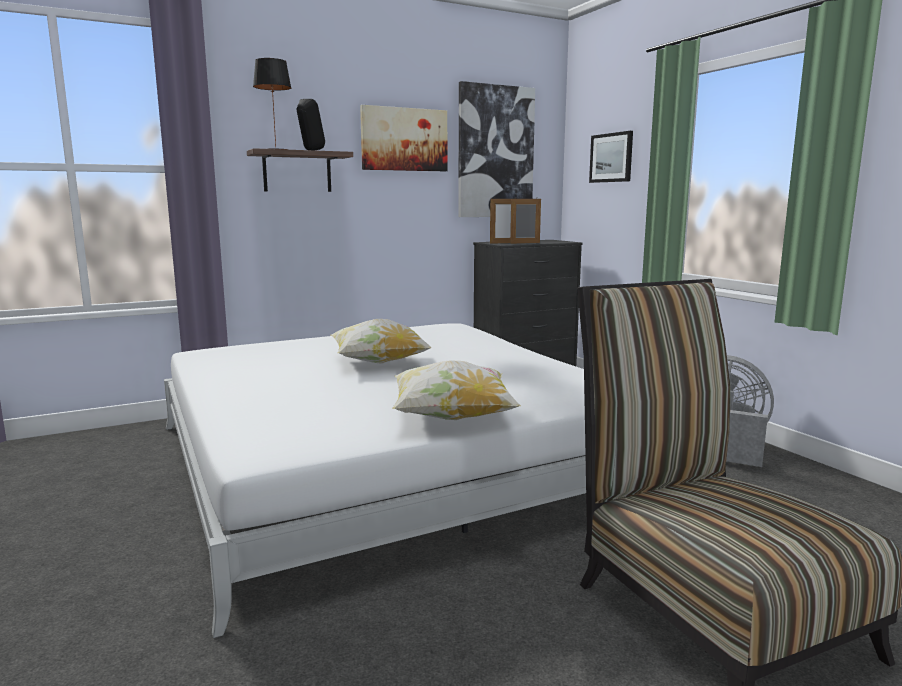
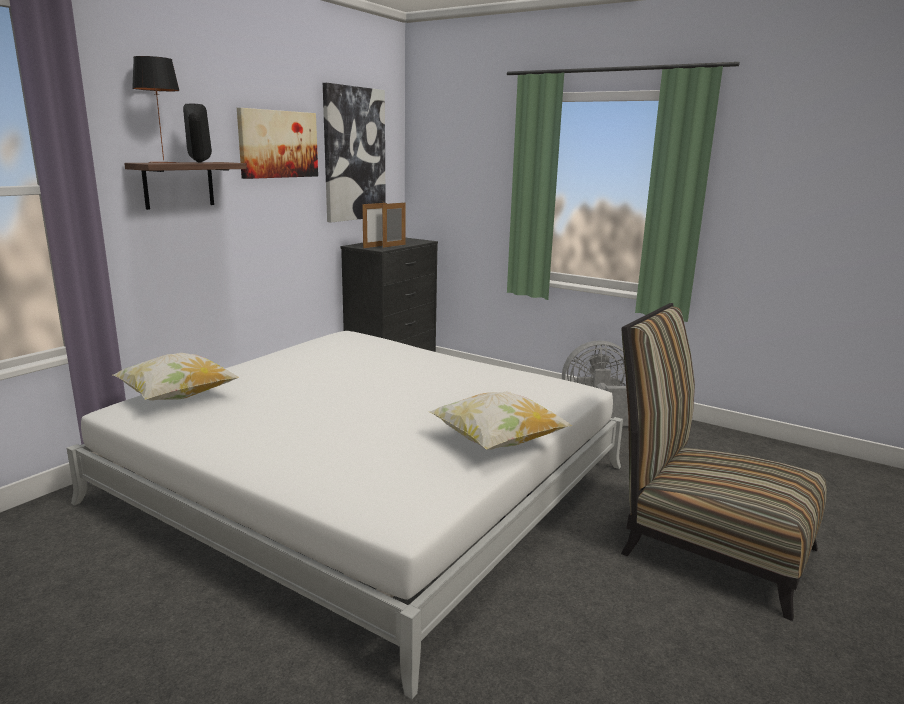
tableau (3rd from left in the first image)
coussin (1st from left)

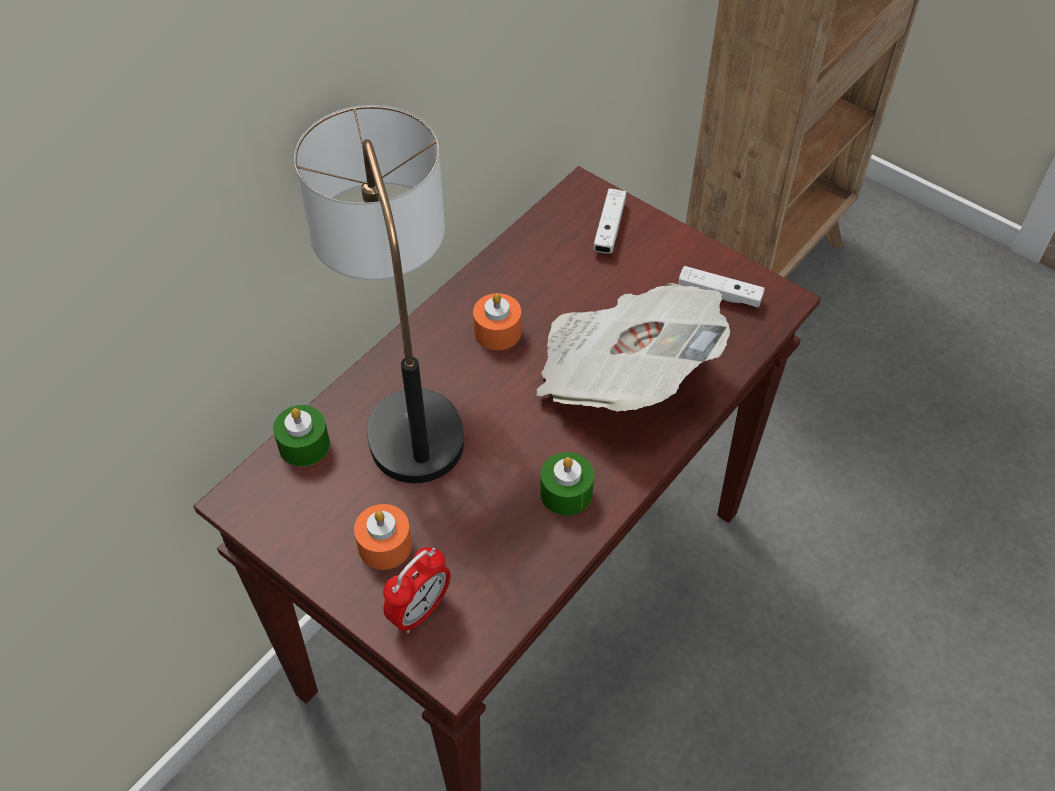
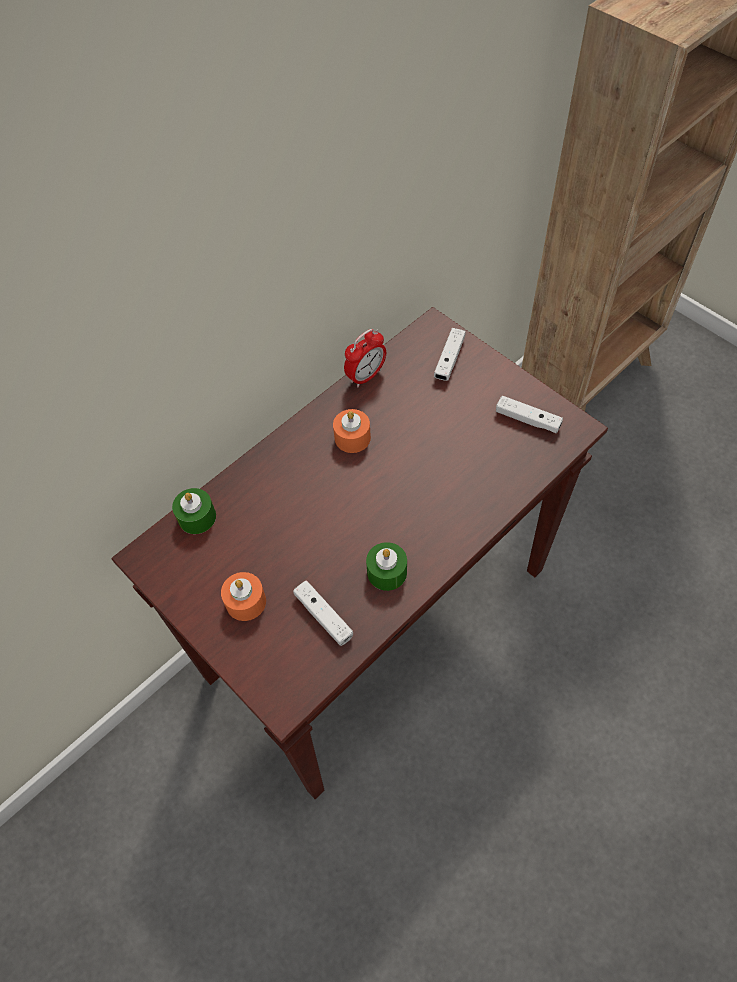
lampe de table
journal
réveil
manette (blanc) (1st from left)

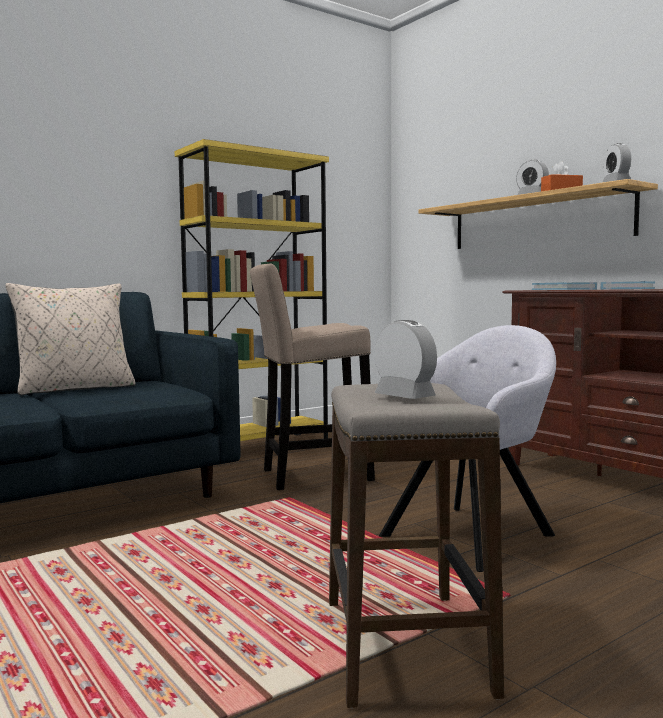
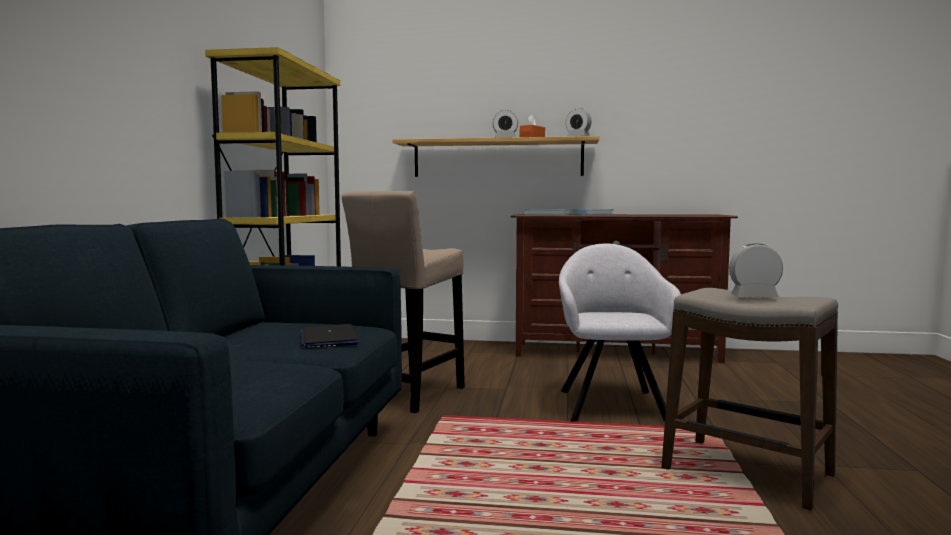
coussin (beige)
ordinateur portable

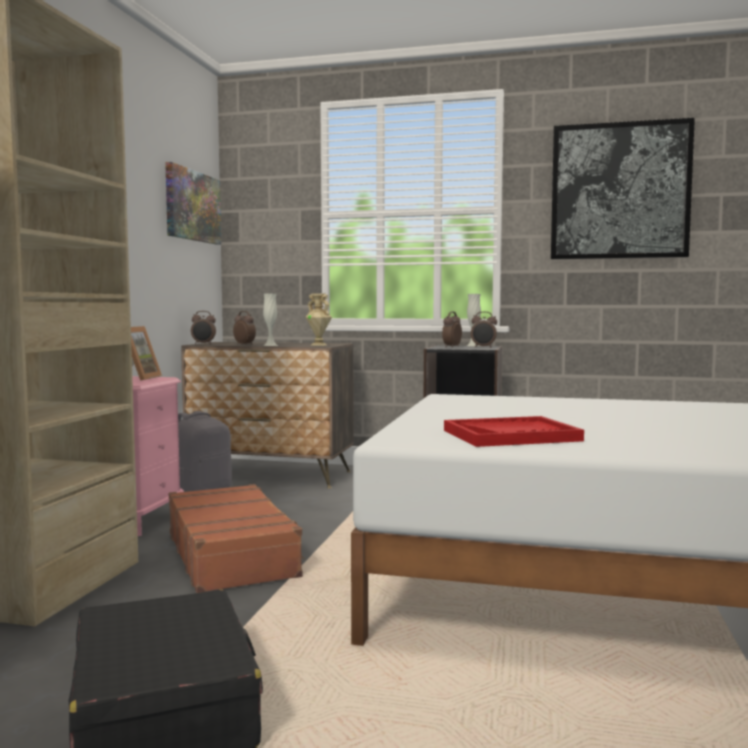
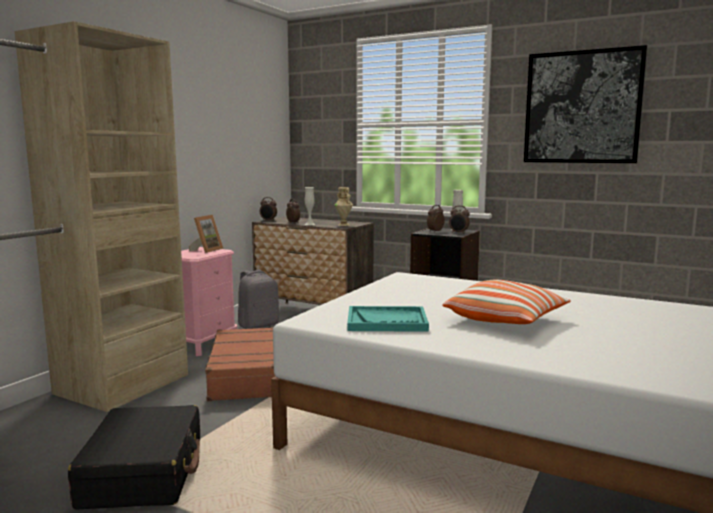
tableau (1st from left in the first image)
plateau (turquoise)
coussin

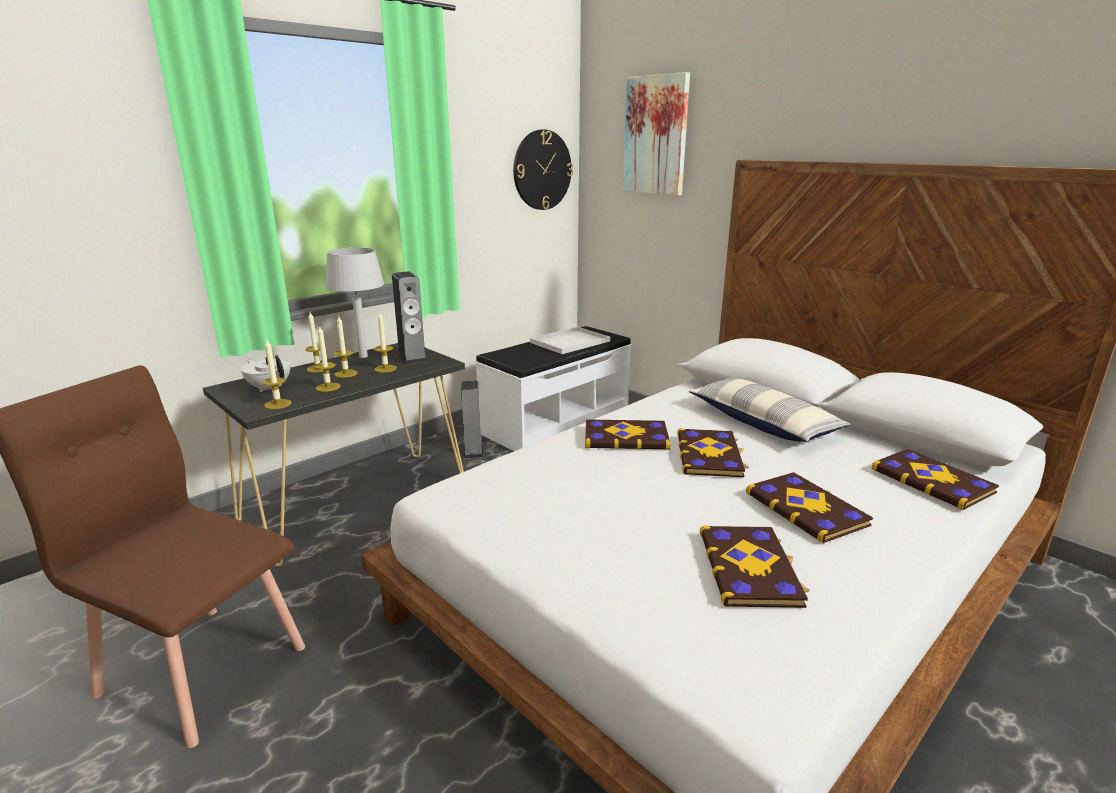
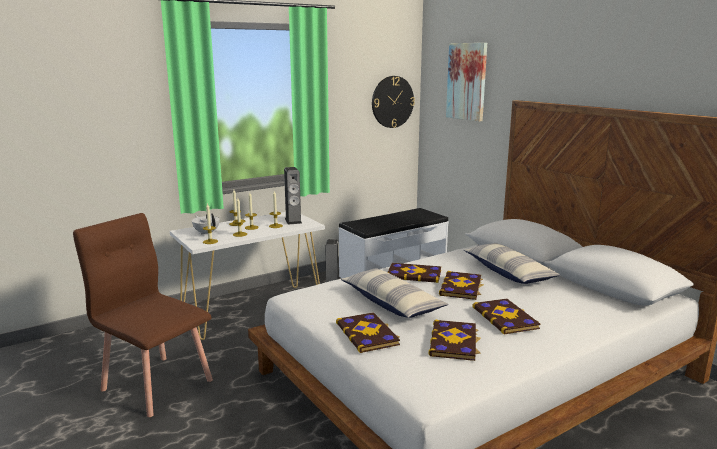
lampe de table (gris)
plateau (blanc)
table console (blanc)
livre (1st from left)
coussin (1st from left)

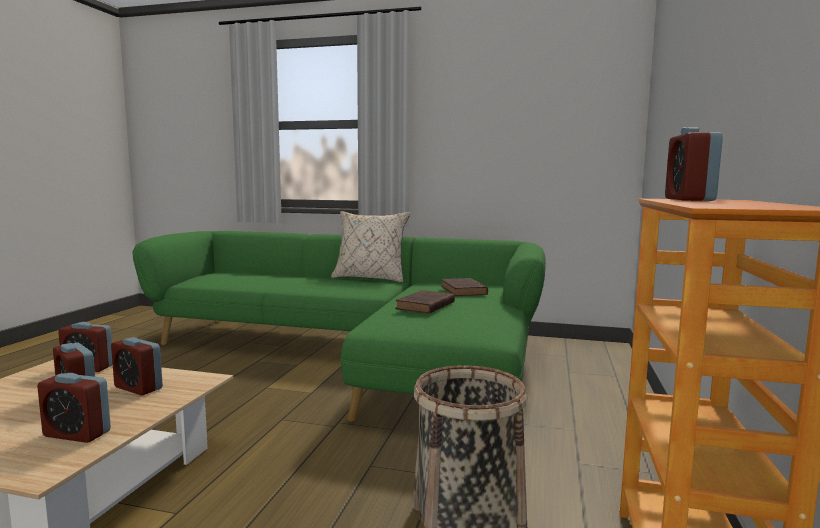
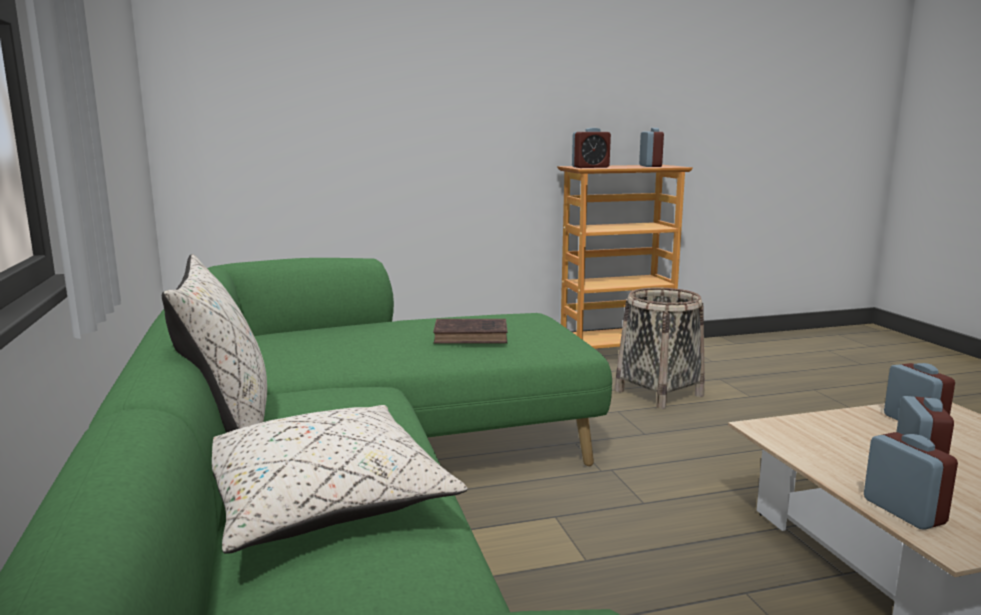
livre (marron) (2nd from left in the first image)
réveil (2nd from left)
coussin (beige) (2nd from left)

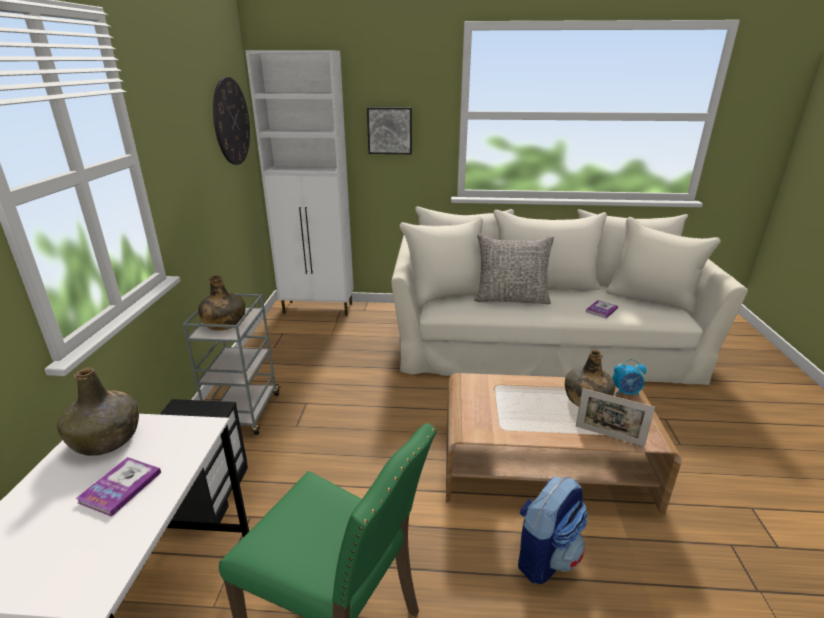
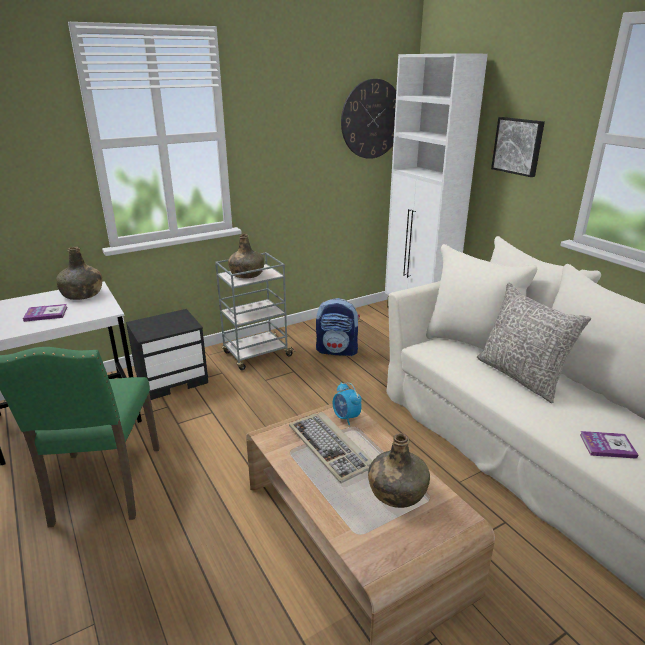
réveil
cadre photo
sac à dos
clavier

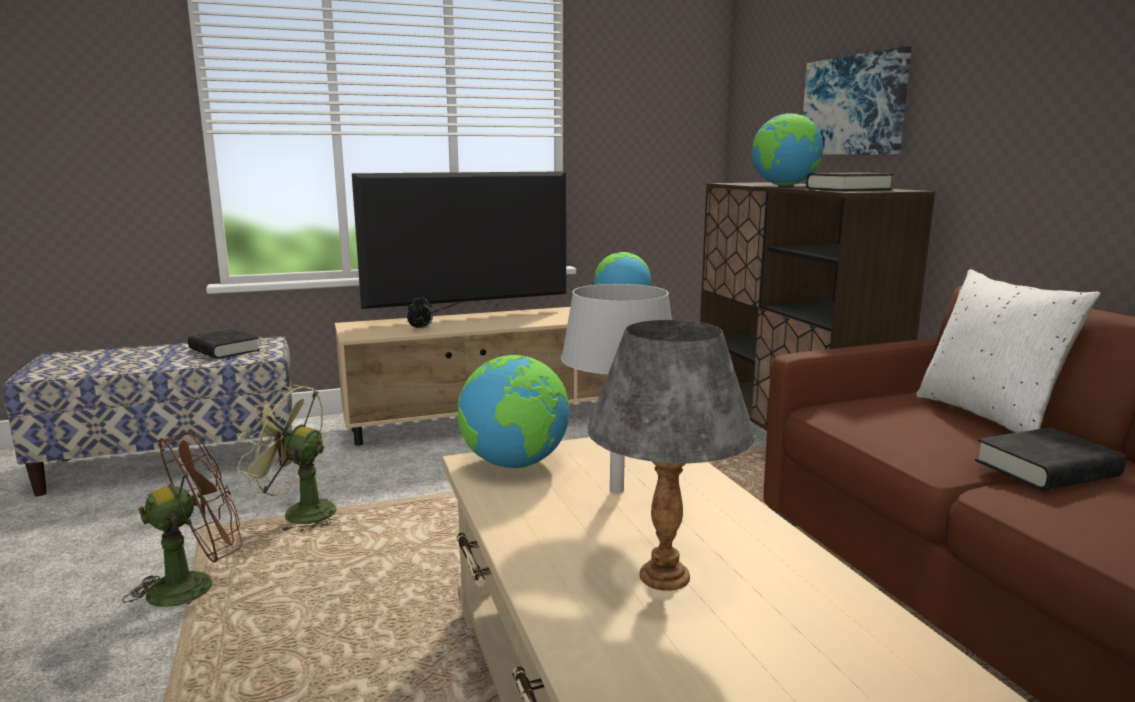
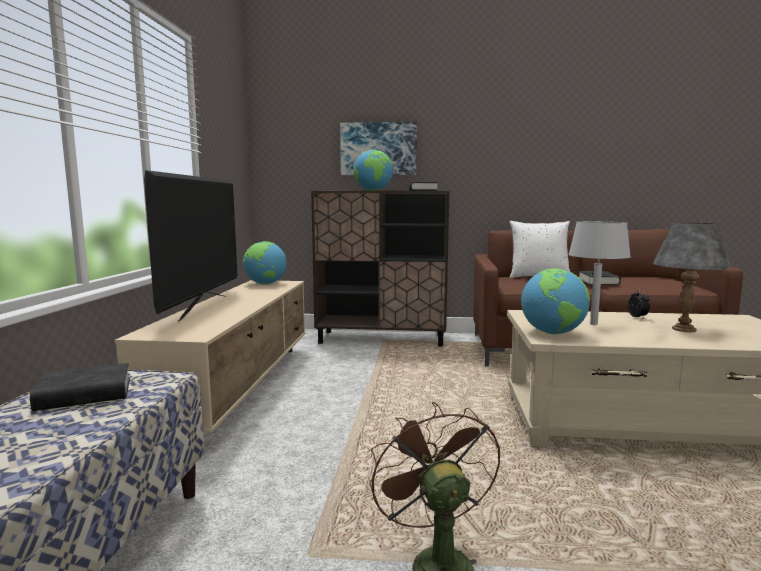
réveil
ventilateur (vert)

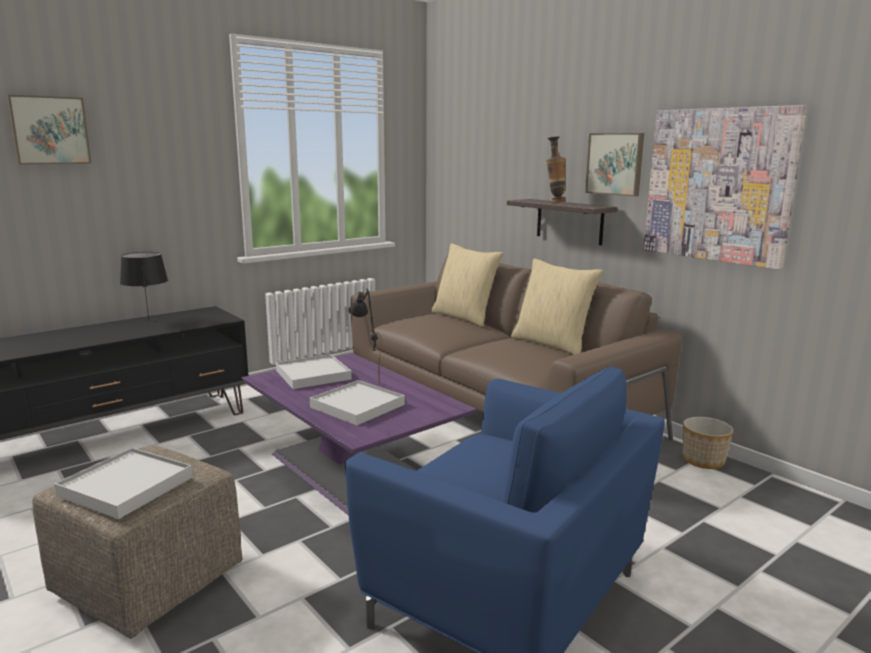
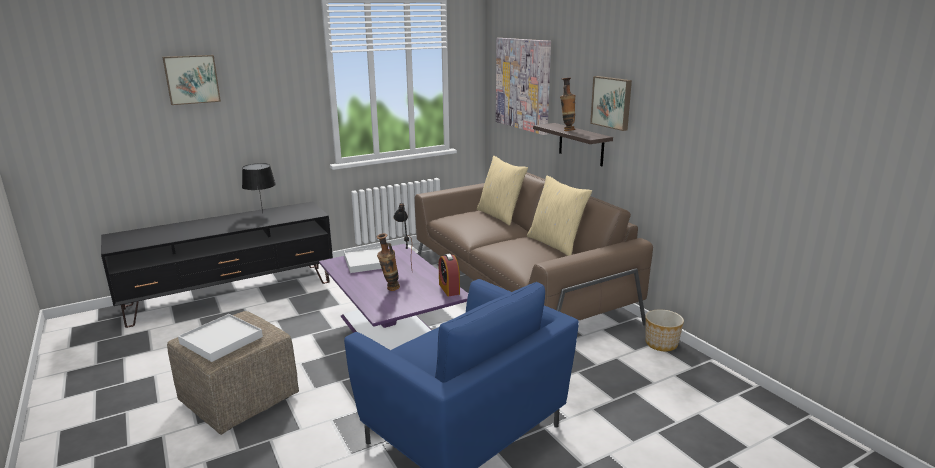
tableau (2nd from left)
vase (1st from left)
réveil

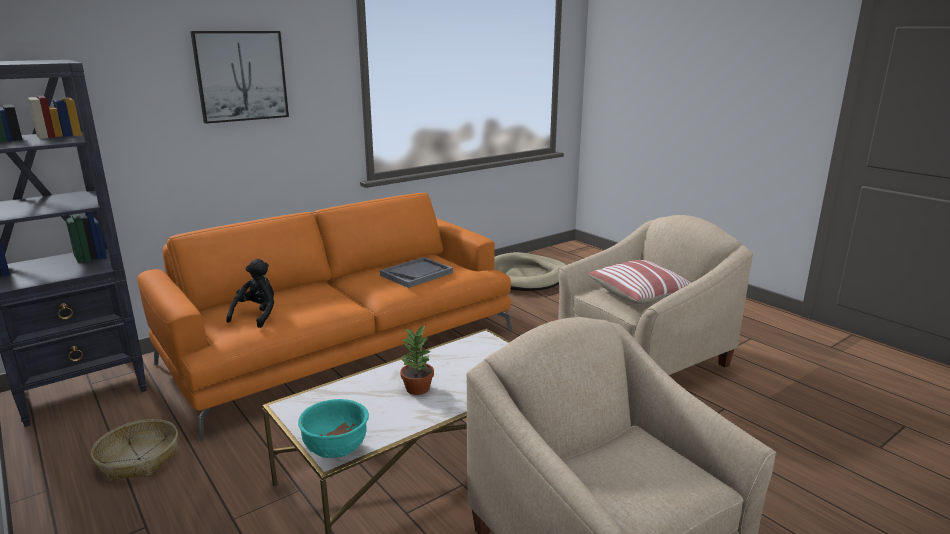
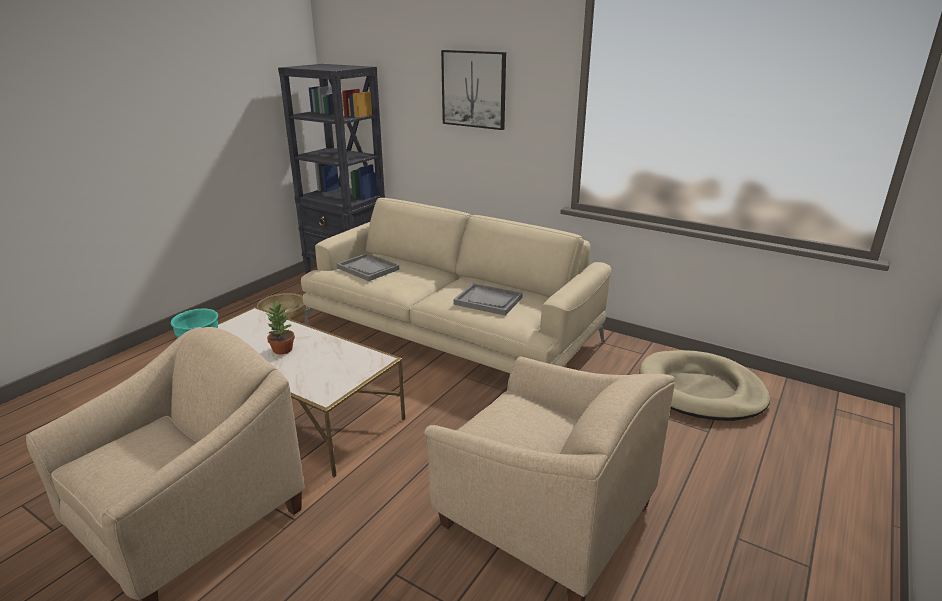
canapé (beige)
plateau (gris) (1st from left)
coussin

